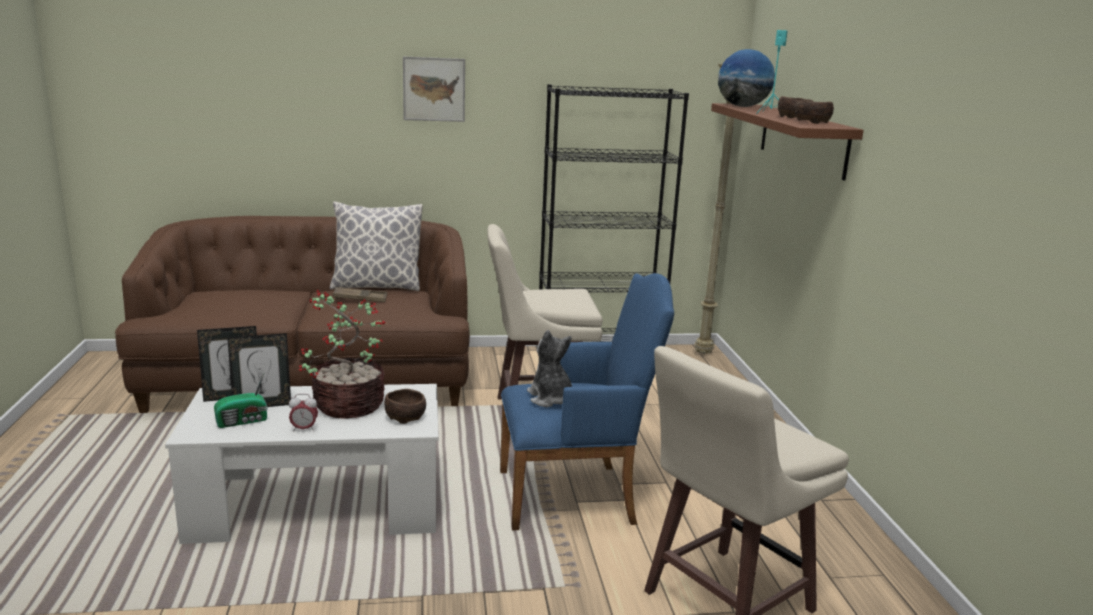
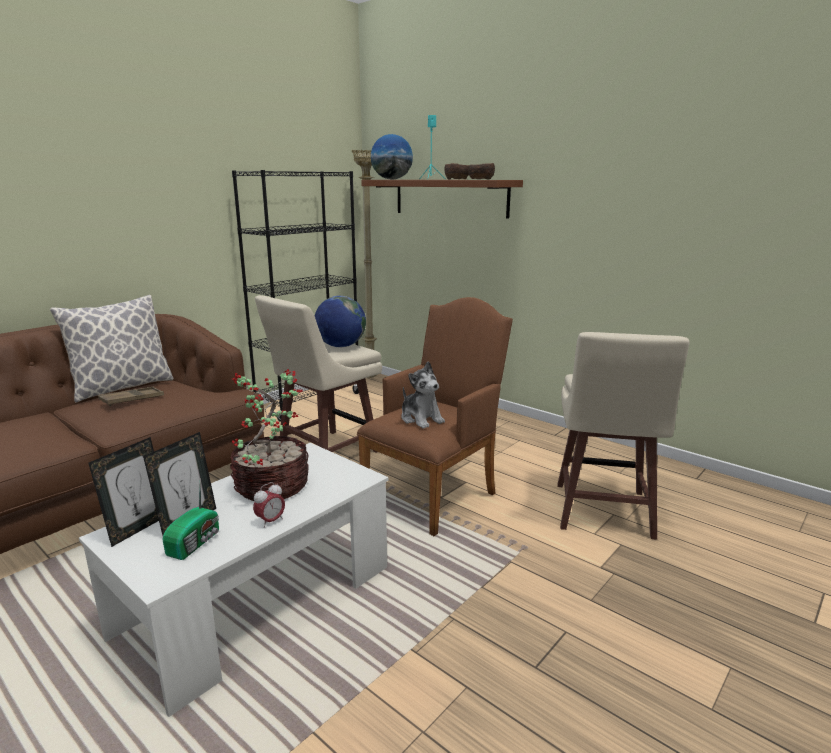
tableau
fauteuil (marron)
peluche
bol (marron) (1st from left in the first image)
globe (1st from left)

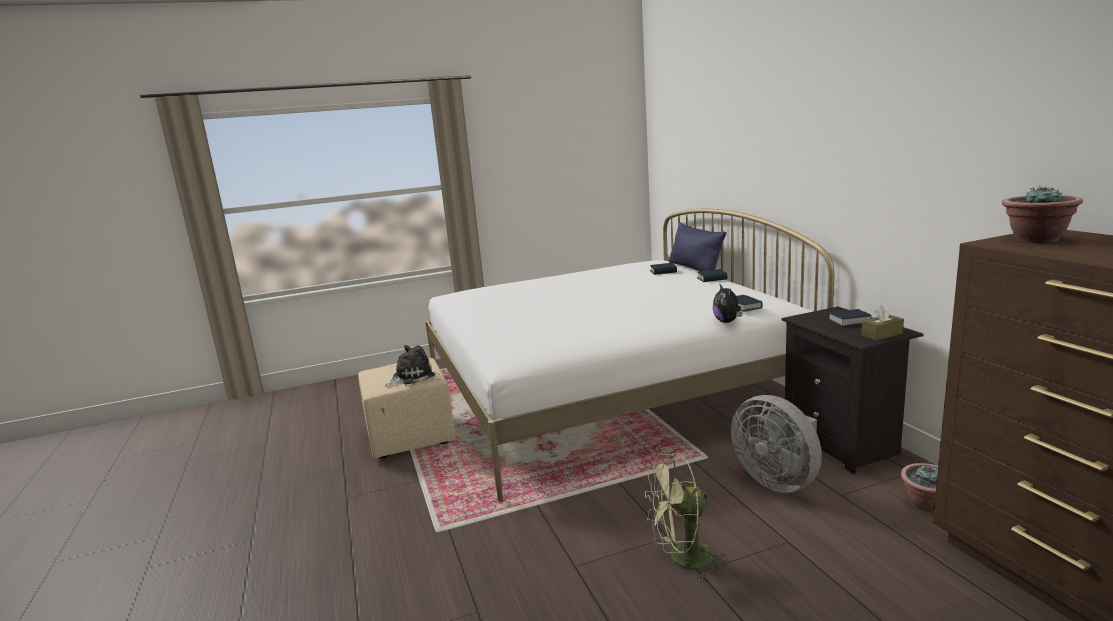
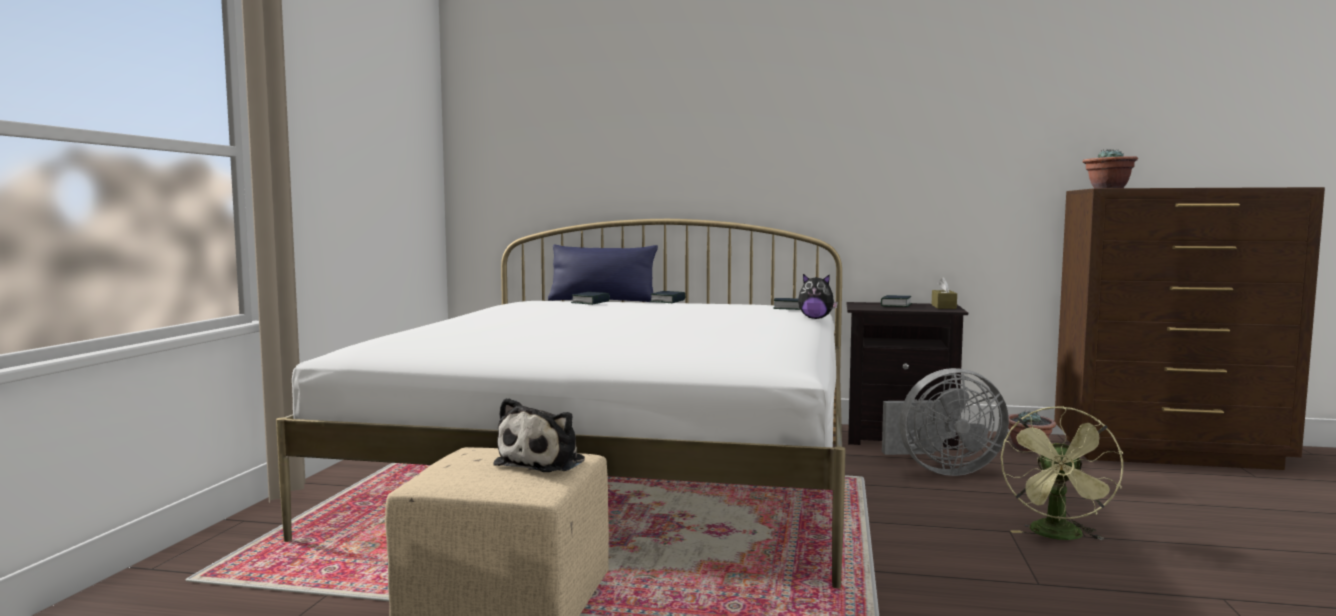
peluche (1st from left)

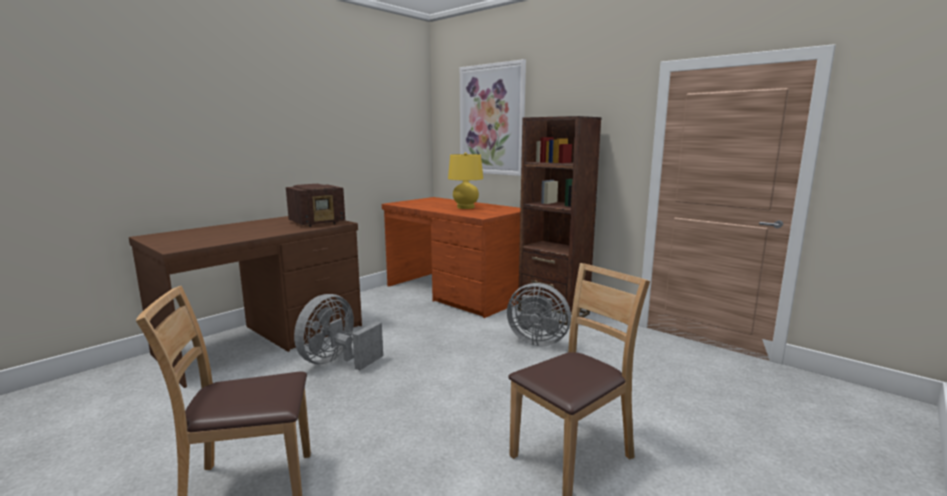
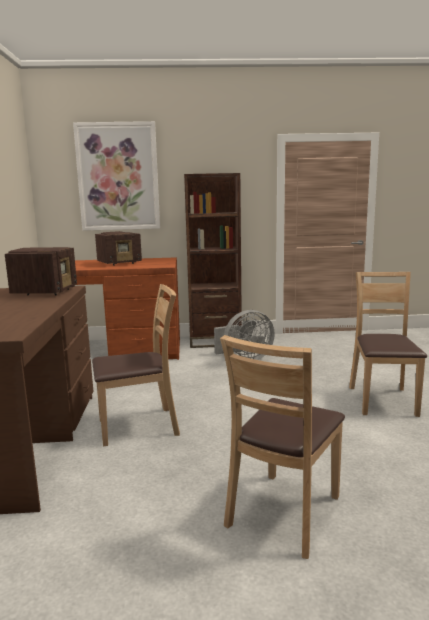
radio (2nd from left)
chaise (marron) (1st from left)

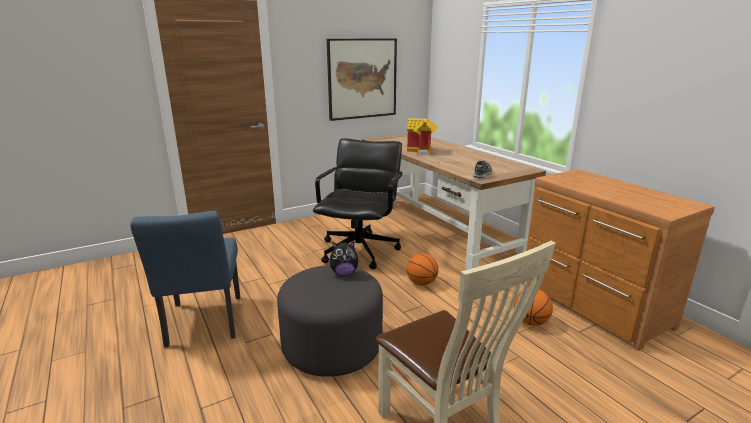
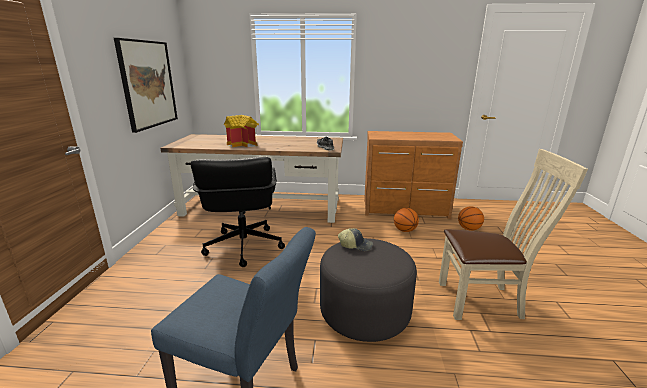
chaise de bureau (noir)
casquette
ballon de basket (2nd from left)

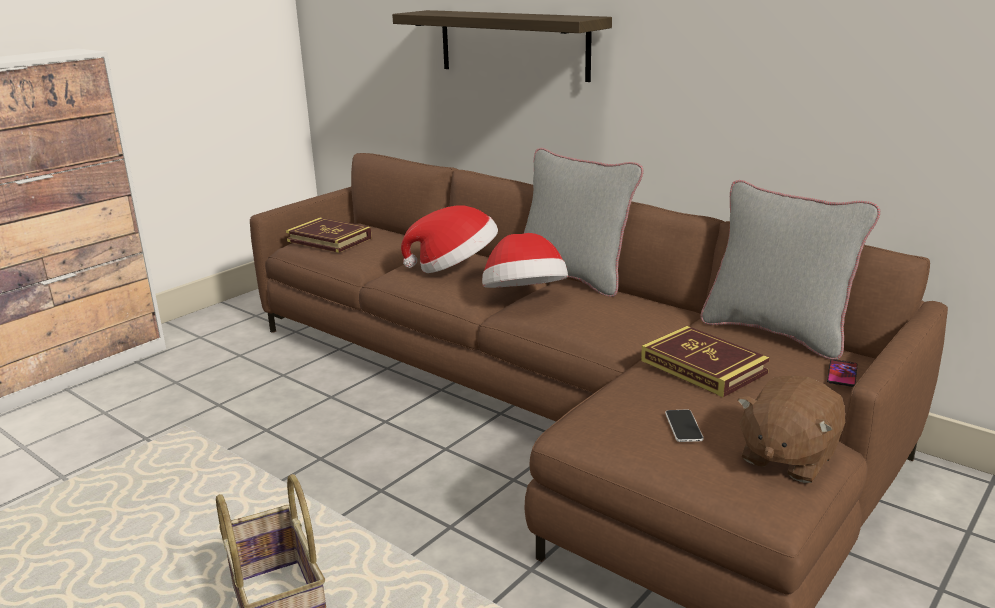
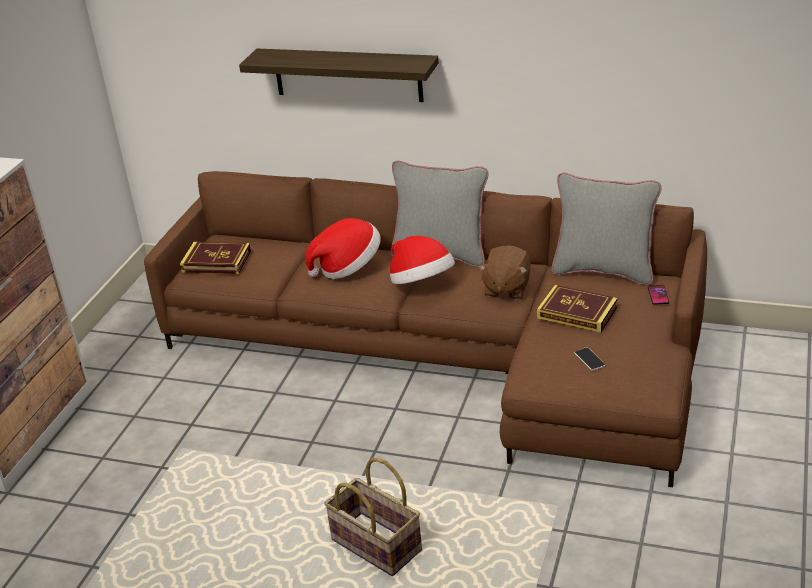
peluche (marron)

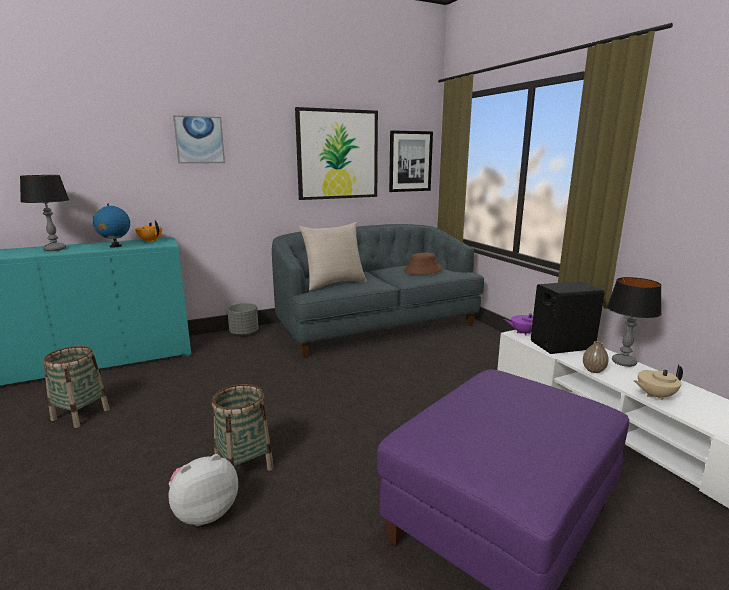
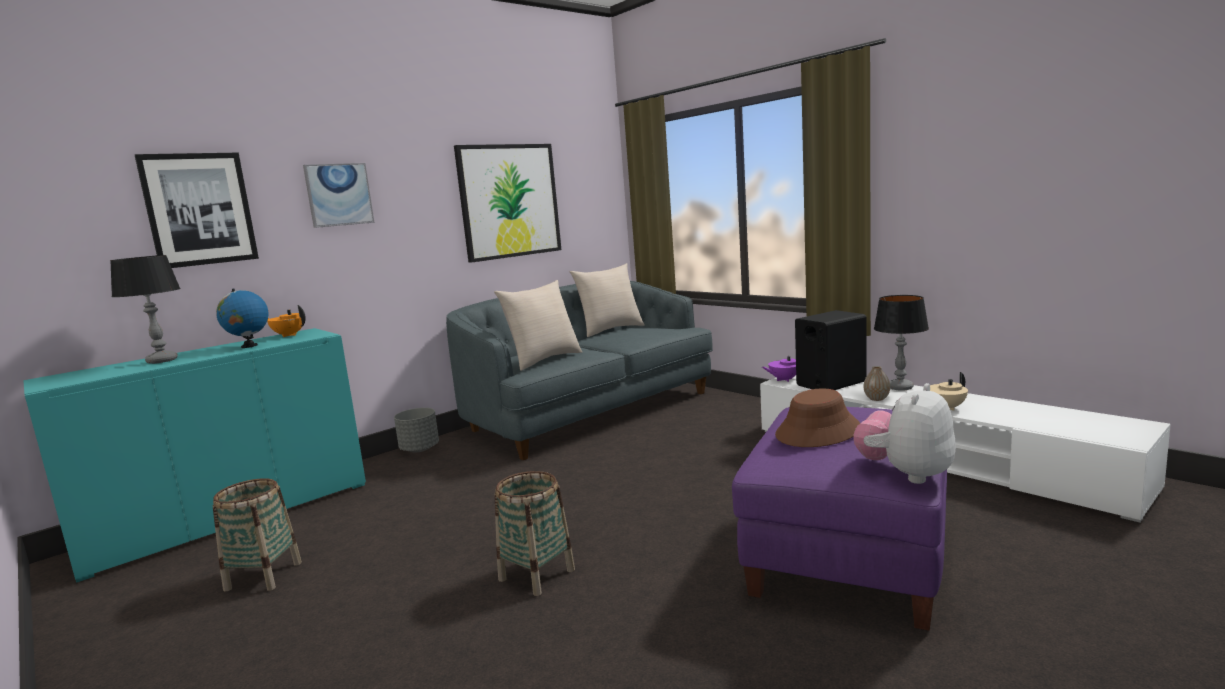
tableau (1st from left)
chapeau (marron)
peluche
coussin (beige) (2nd from left)

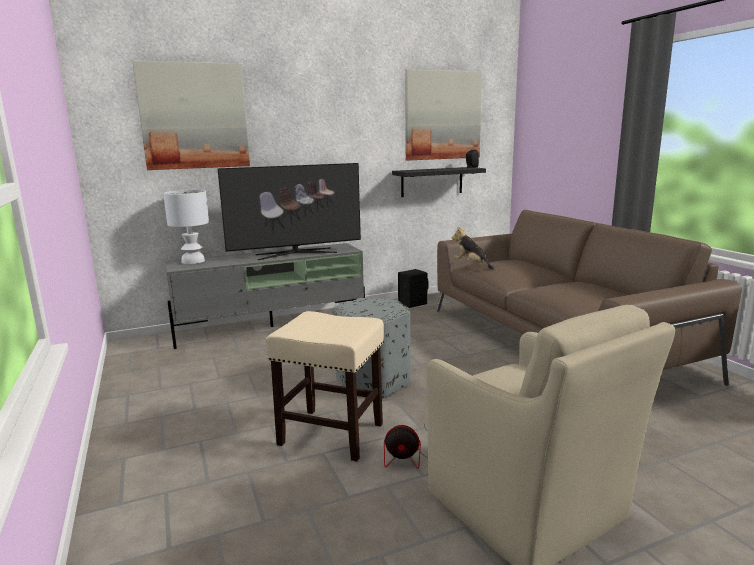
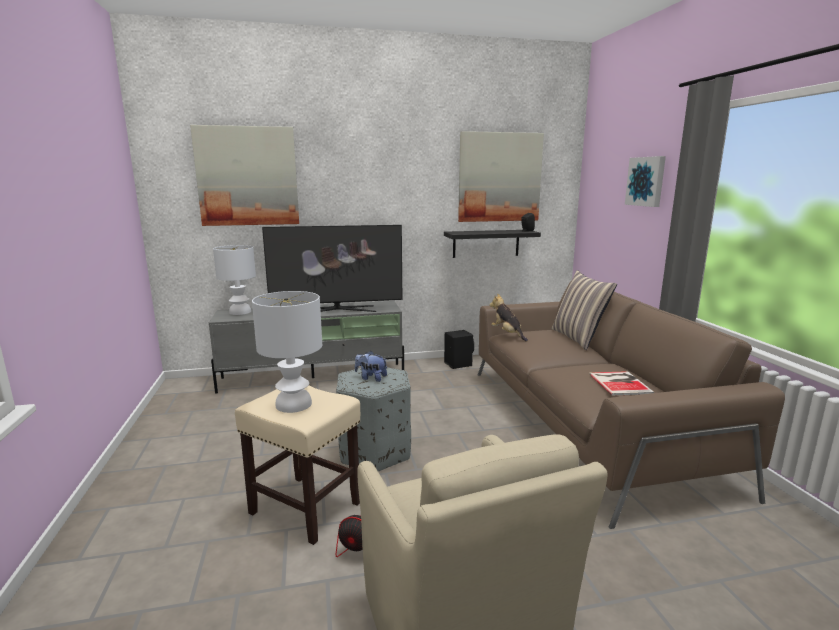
tableau (3rd from left)
coussin
lampe de table (blanc) (2nd from left)
peluche (1st from left)
livre

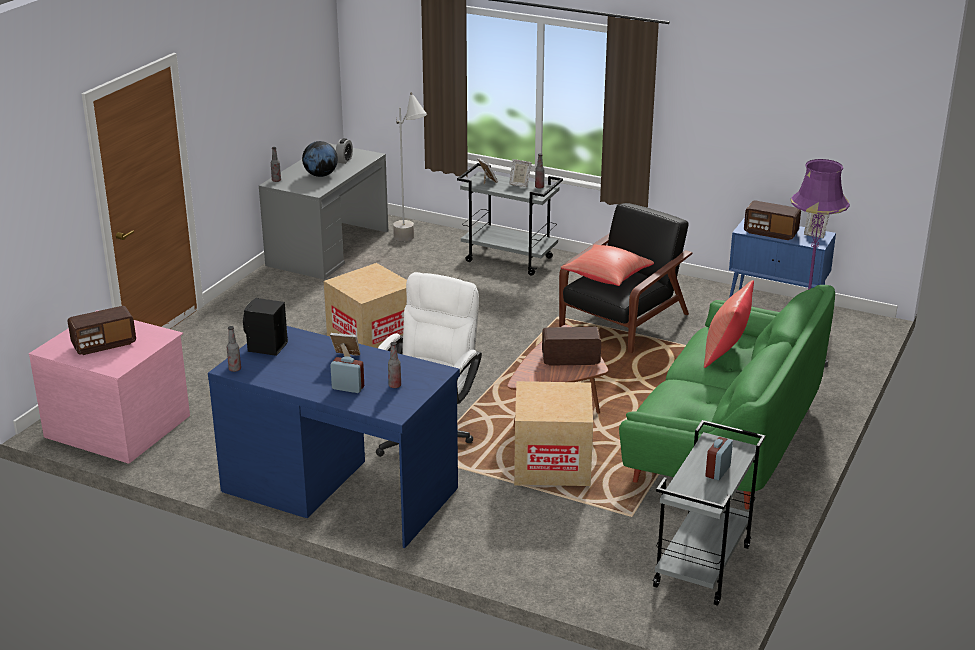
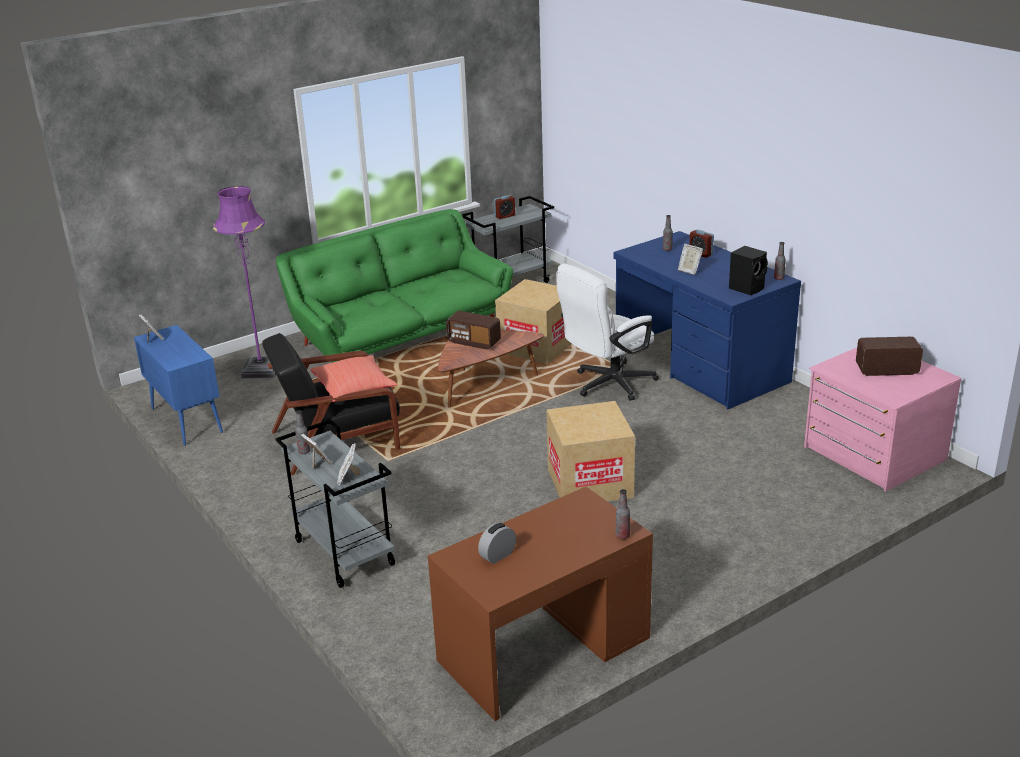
lampadaire (gris)
globe
bureau (marron)
radio (3rd from left in the first image)
coussin (rouge) (2nd from left in the first image)

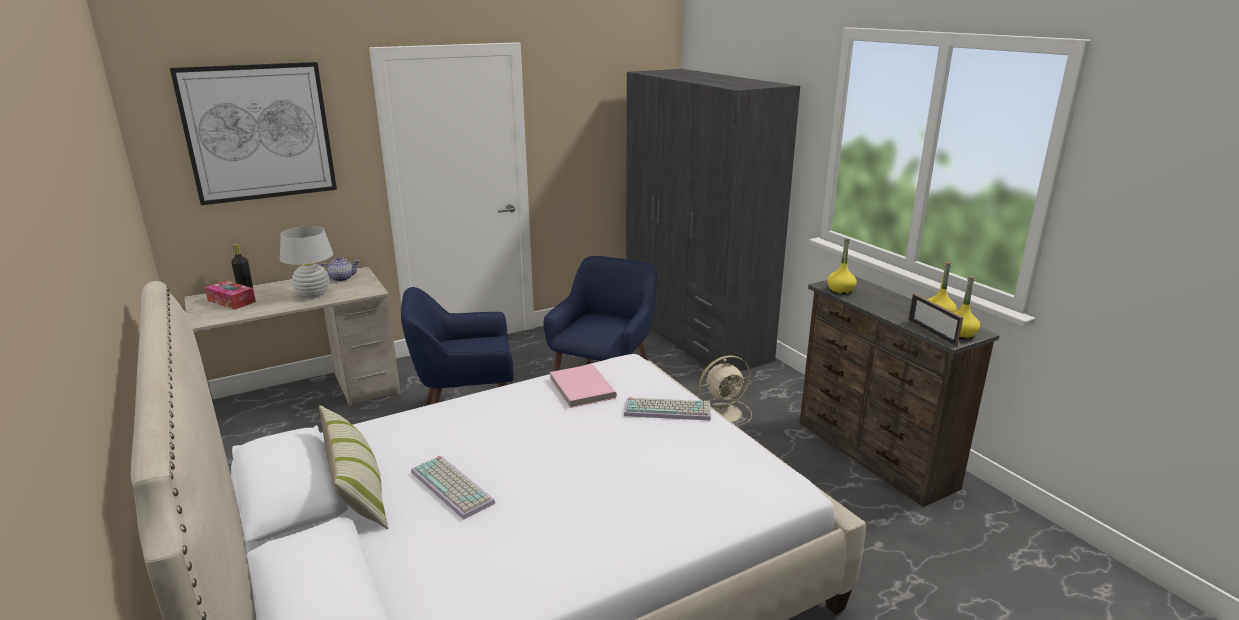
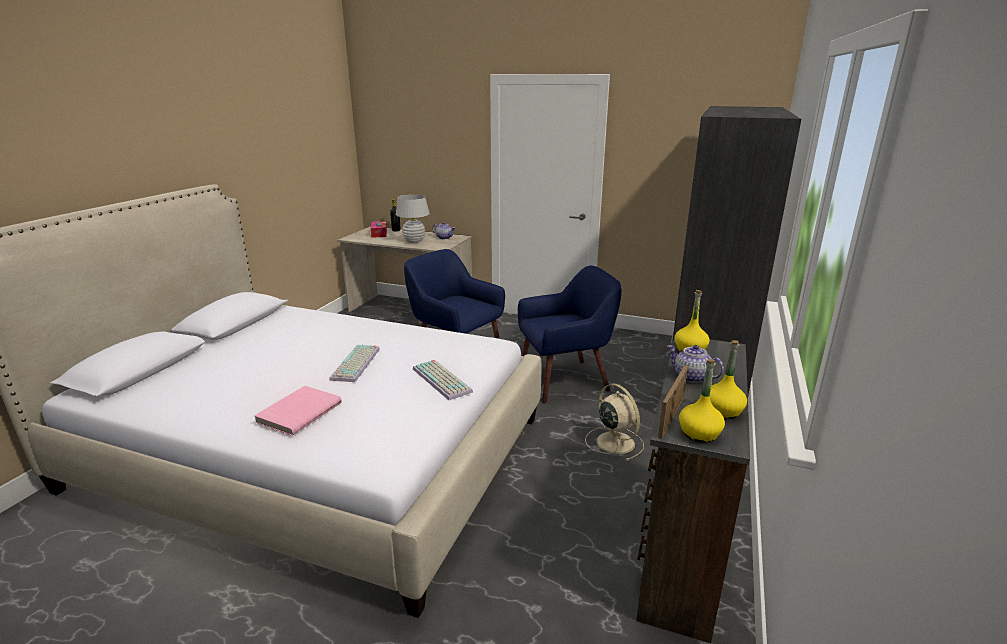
tableau
ventilateur (beige)
livre (rose)
coussin
clavier (1st from left)
théière (2nd from left)

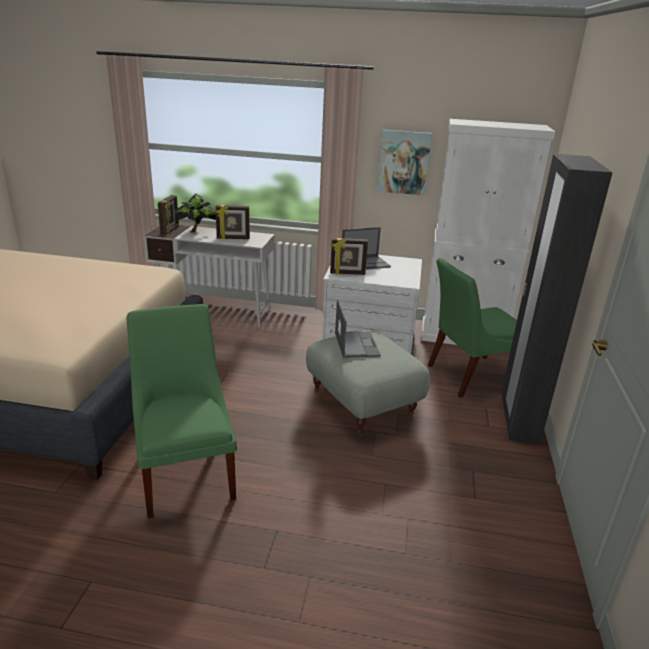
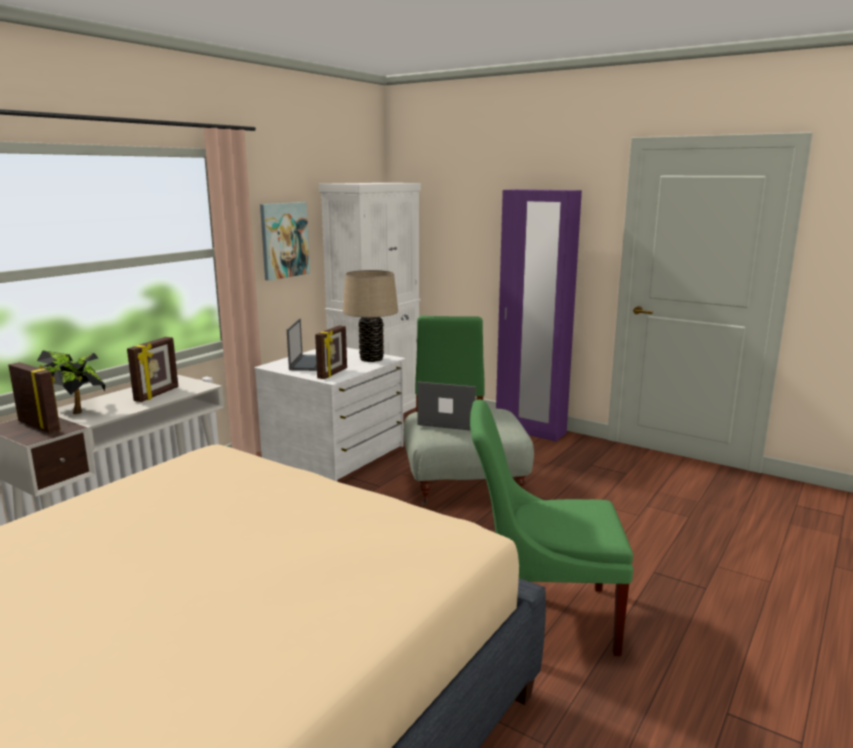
armoire (violet)
lampe de table (beige)

